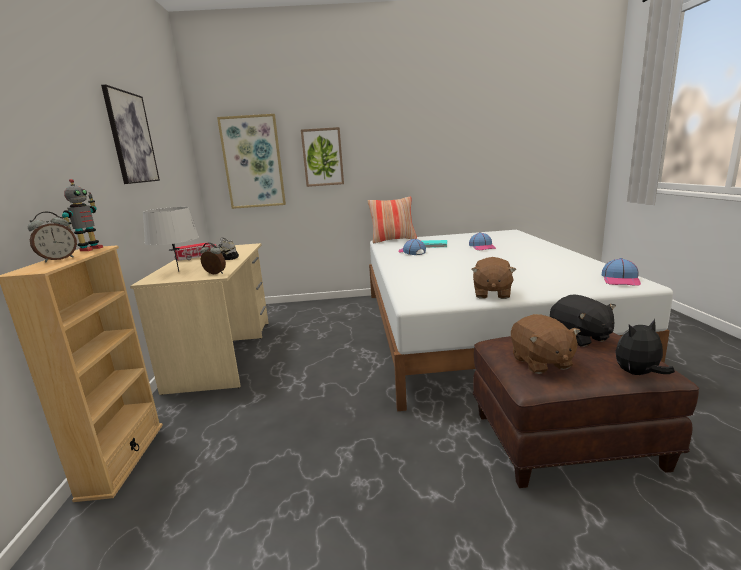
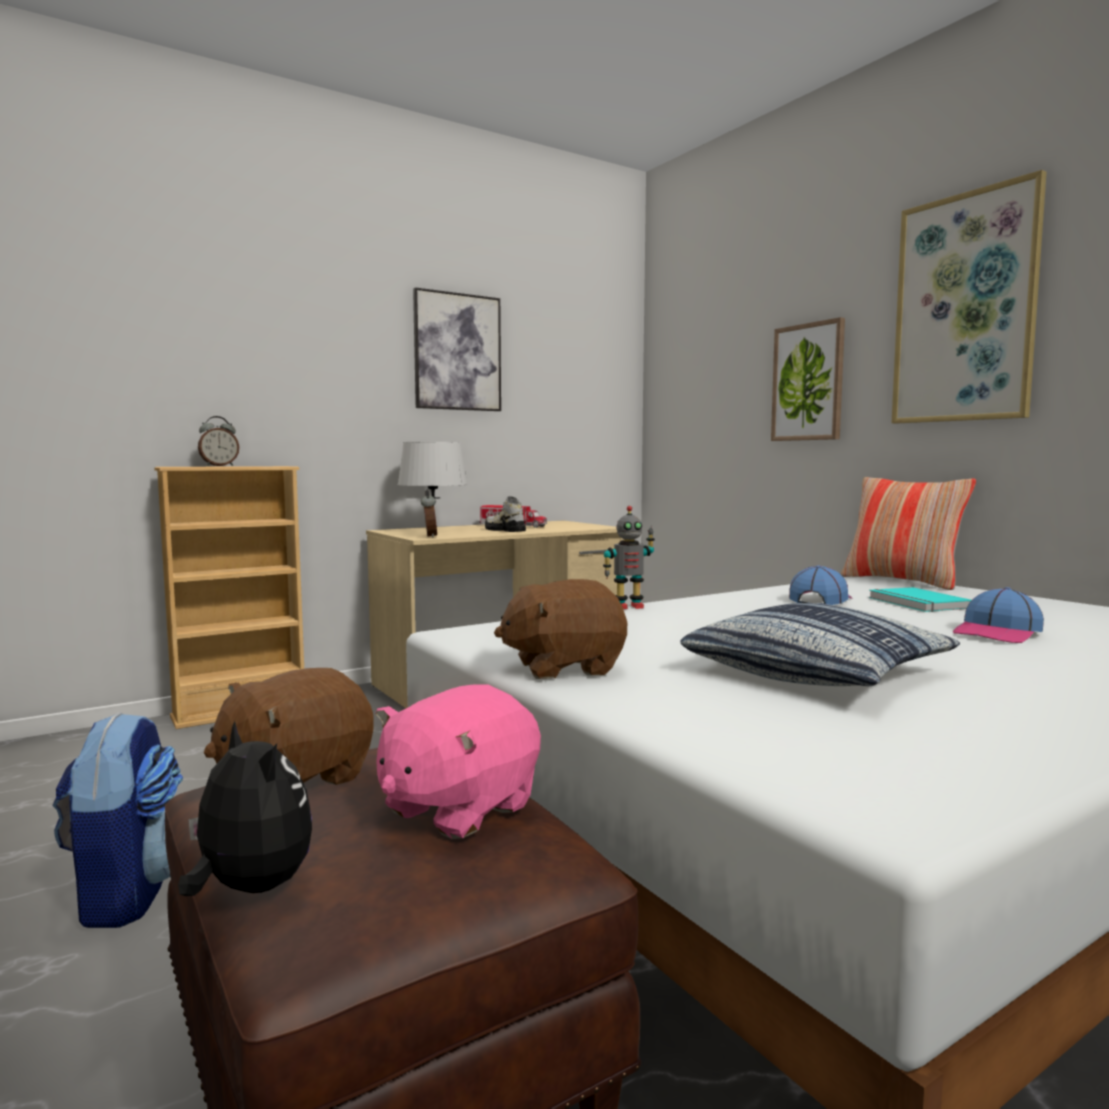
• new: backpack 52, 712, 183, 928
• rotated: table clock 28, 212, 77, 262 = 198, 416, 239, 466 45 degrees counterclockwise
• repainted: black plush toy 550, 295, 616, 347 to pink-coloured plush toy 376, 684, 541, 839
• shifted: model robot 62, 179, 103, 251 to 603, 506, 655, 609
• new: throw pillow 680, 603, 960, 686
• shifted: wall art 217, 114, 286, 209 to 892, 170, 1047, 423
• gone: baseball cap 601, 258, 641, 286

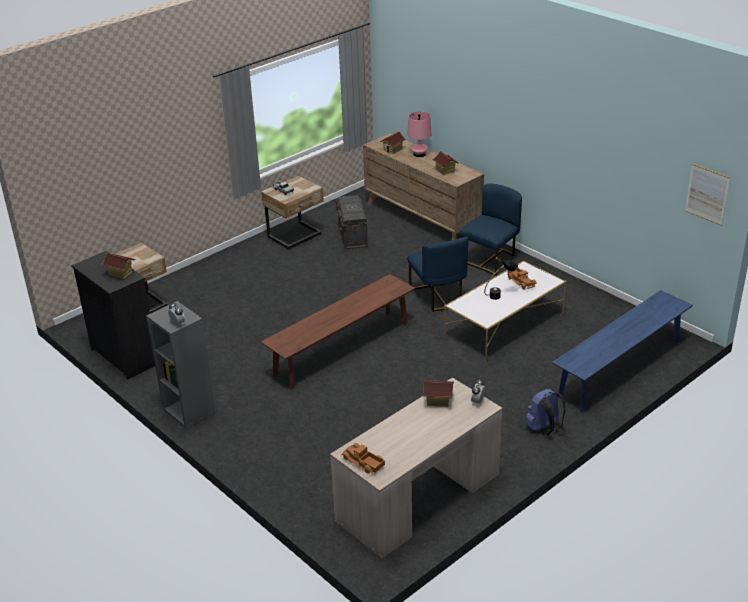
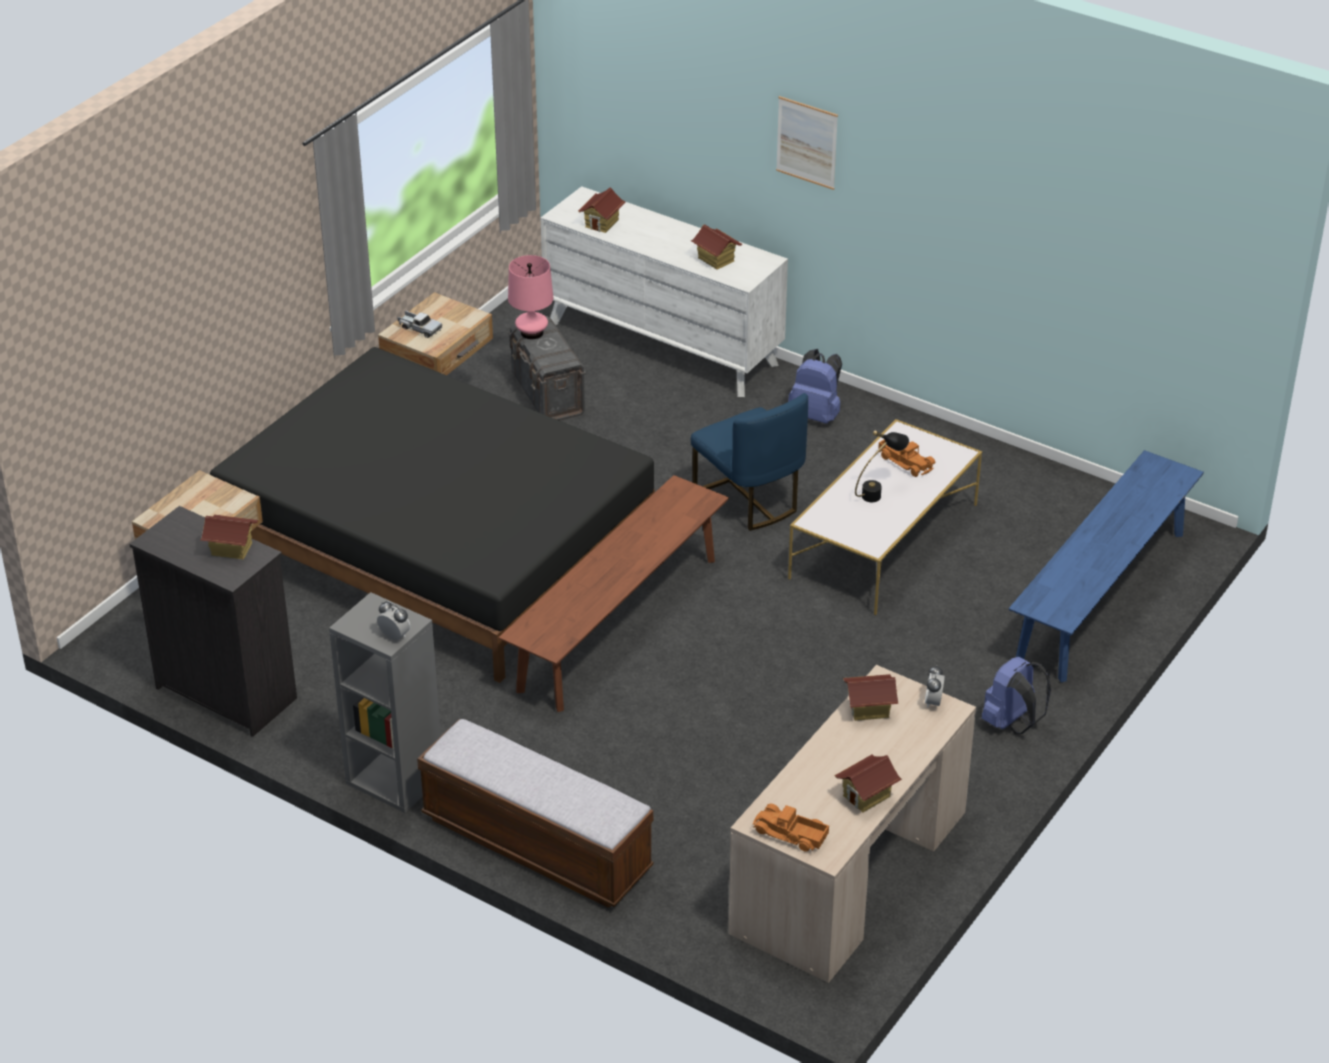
• new: black sleeping bed 210, 347, 655, 683
• new: long seat 417, 719, 654, 908
• shifted: pink-coloured table lamp 407, 111, 431, 157 to 508, 255, 553, 339
• repainted: brownish drawer chest 363, 133, 484, 240 to white-coloured drawer chest 541, 186, 788, 397
• shifted: wall art 685, 163, 730, 226 to 776, 96, 838, 190
• swapped: blue-coloured chair 459, 183, 522, 276 to blue-coloured backpack 788, 349, 842, 424
• new: toy house 834, 755, 902, 812

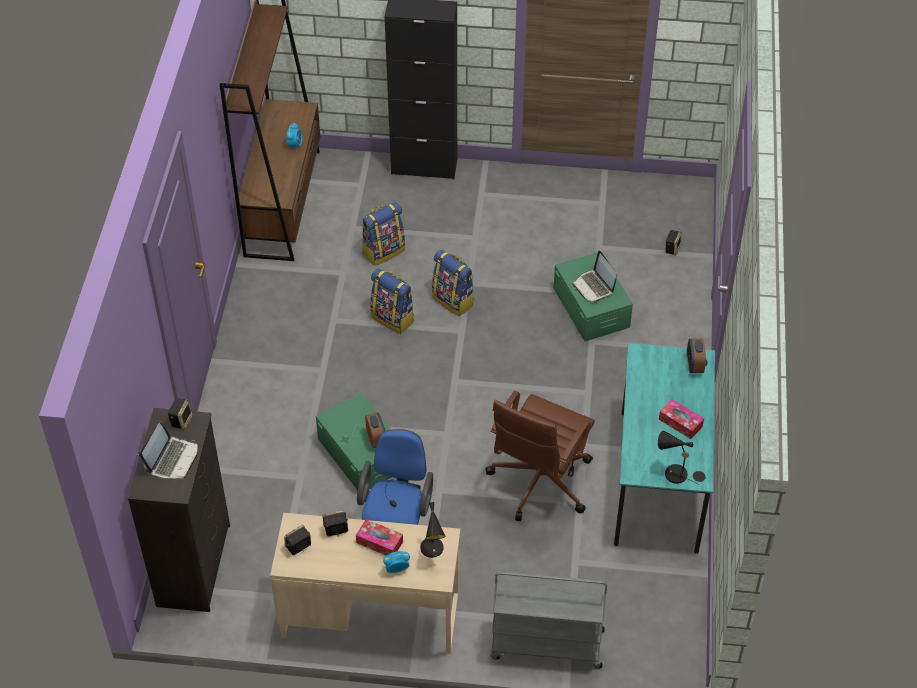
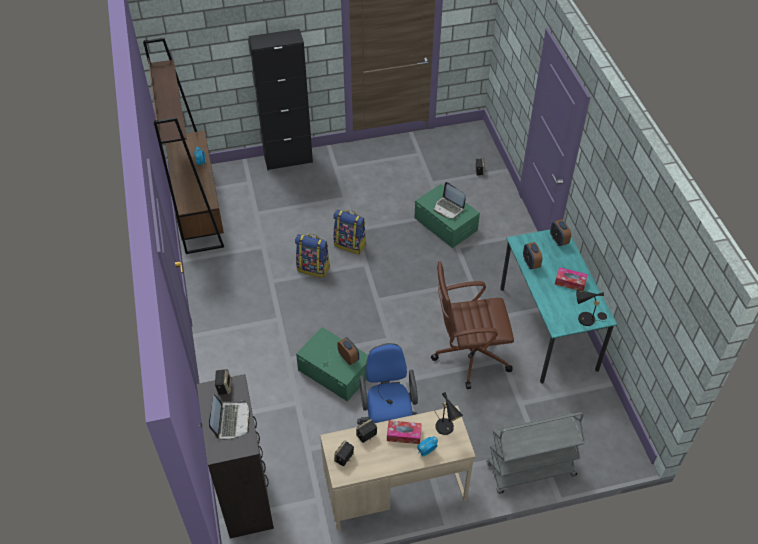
• rotated: brownish desk chair 485, 391, 595, 521 = 431, 261, 514, 389 75 degrees clockwise
• new: table clock 523, 242, 542, 270
• gone: backpack 362, 202, 405, 266

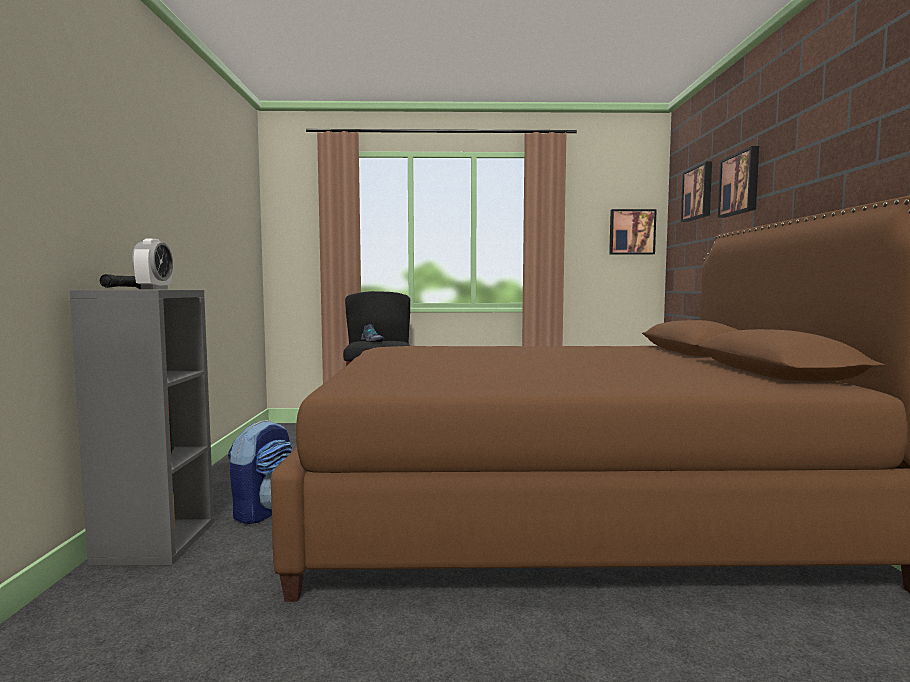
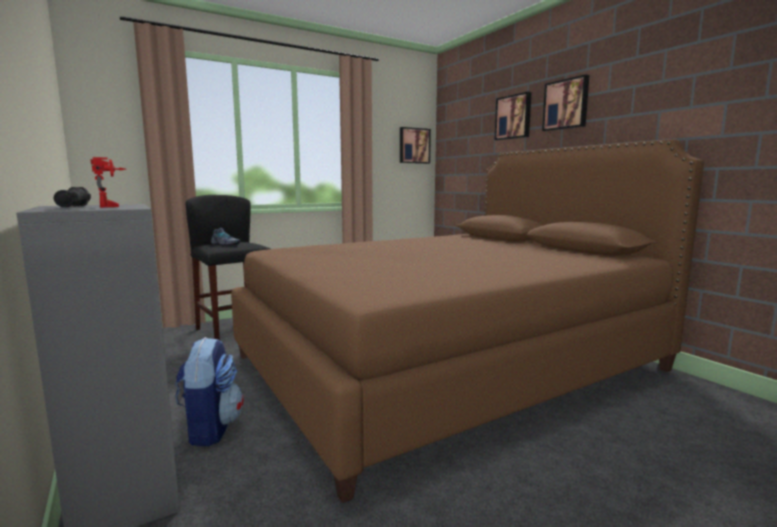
• swapped: table clock 132, 239, 173, 289 to model robot 90, 157, 126, 207
• shifted: wall art 681, 162, 712, 222 to 542, 74, 589, 131

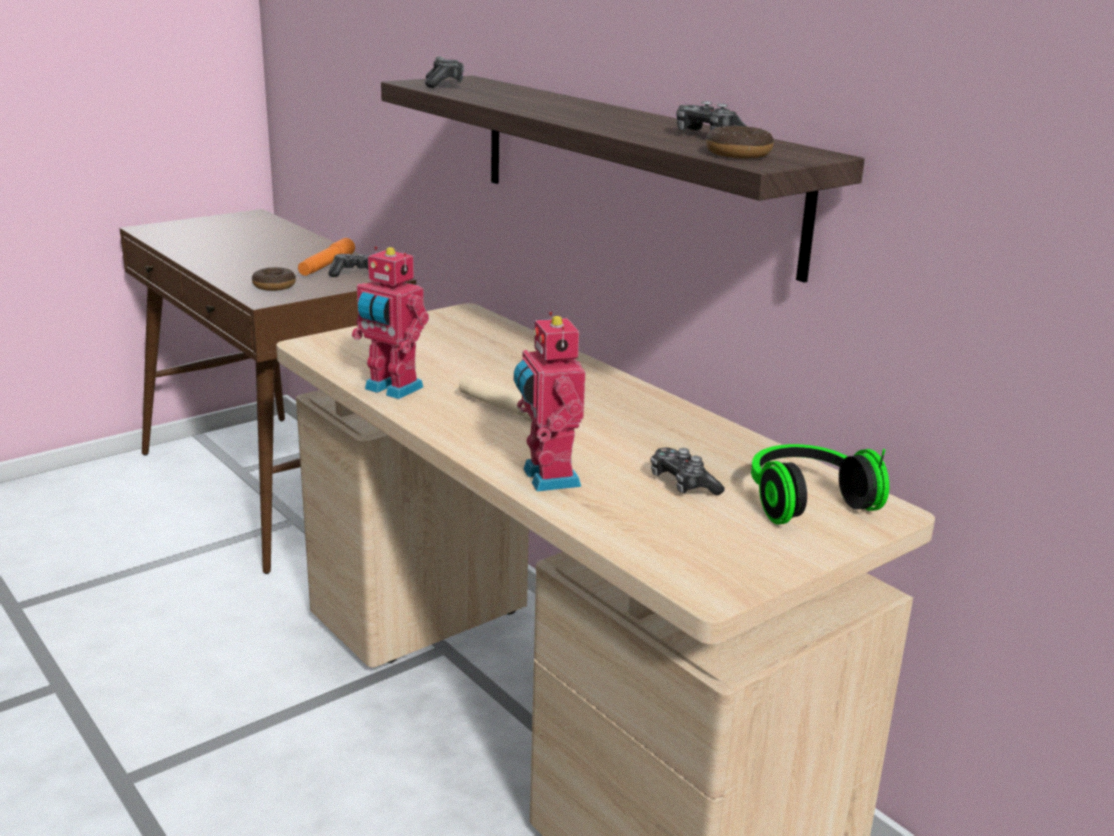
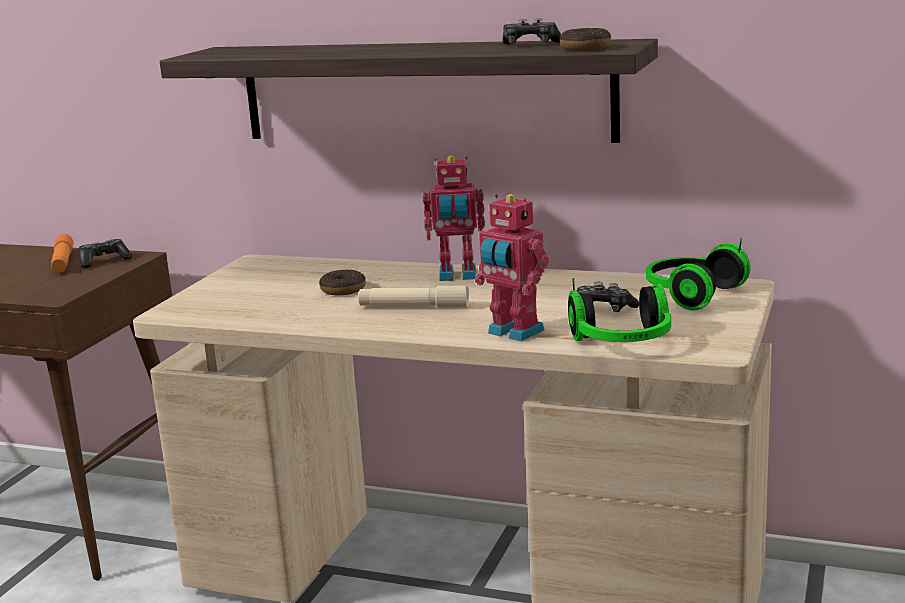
• shifted: doughnut 252, 267, 296, 291 to 319, 270, 366, 295
• shifted: model robot 352, 247, 429, 399 to 423, 155, 485, 281
• new: headset 568, 278, 671, 342
• gone: game controller 425, 56, 464, 88

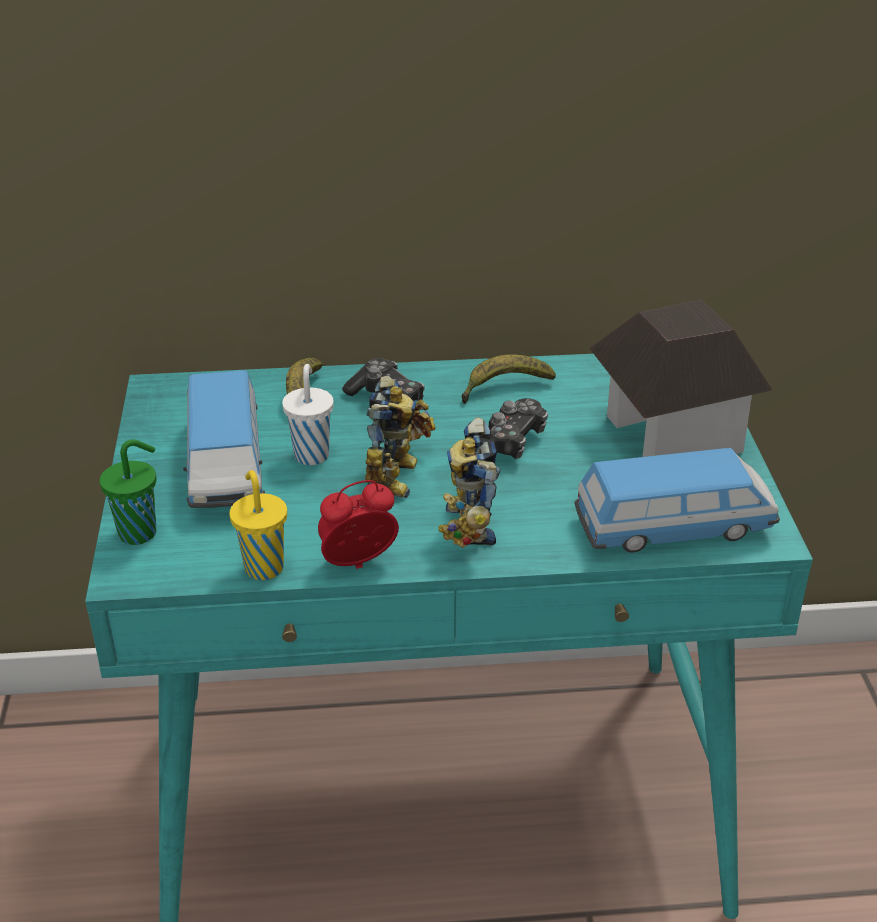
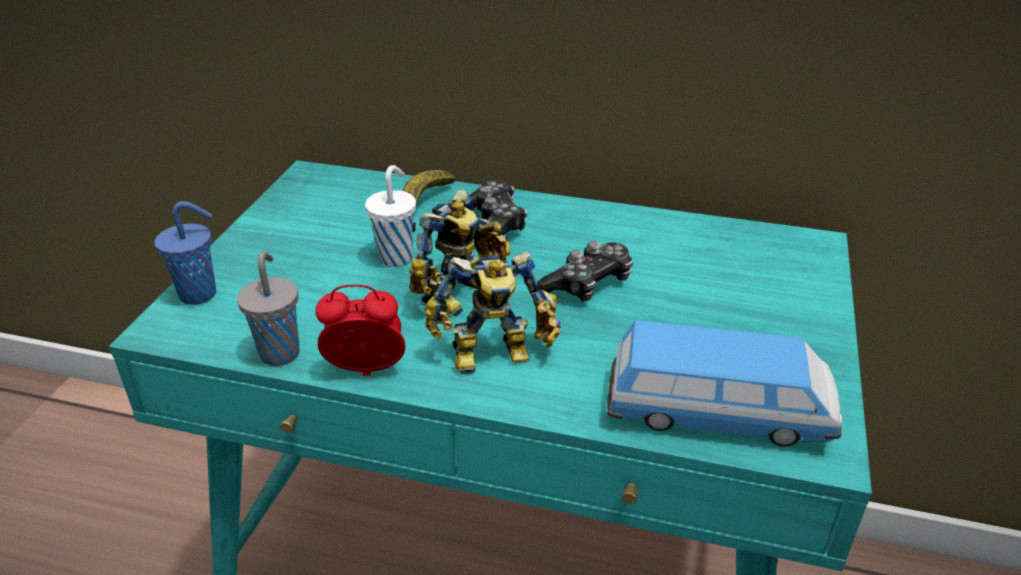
• repainted: green-coloured drinking cup 100, 440, 156, 545 to blue-coloured drinking cup 154, 201, 216, 305
• repainted: yellow-coloured drinking cup 230, 470, 287, 580 to greyish drinking cup 237, 251, 300, 366
• rotated: model robot 438, 417, 501, 548 = 424, 251, 560, 375 120 degrees counterclockwise
• gone: model car 183, 370, 265, 508
• gone: whole banana 462, 354, 556, 404
• gone: toy house 589, 299, 772, 457

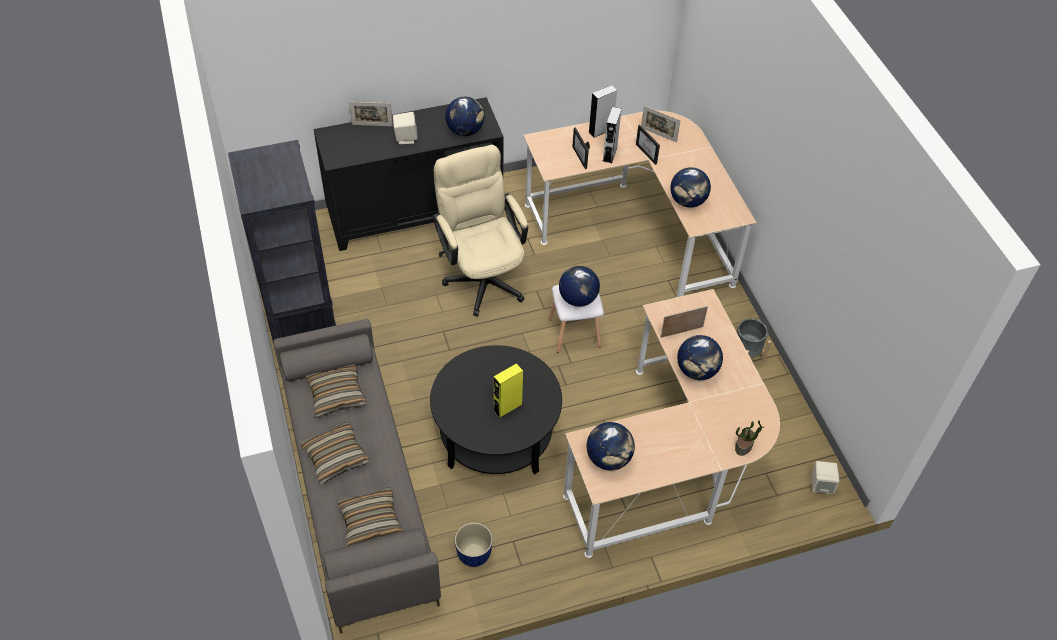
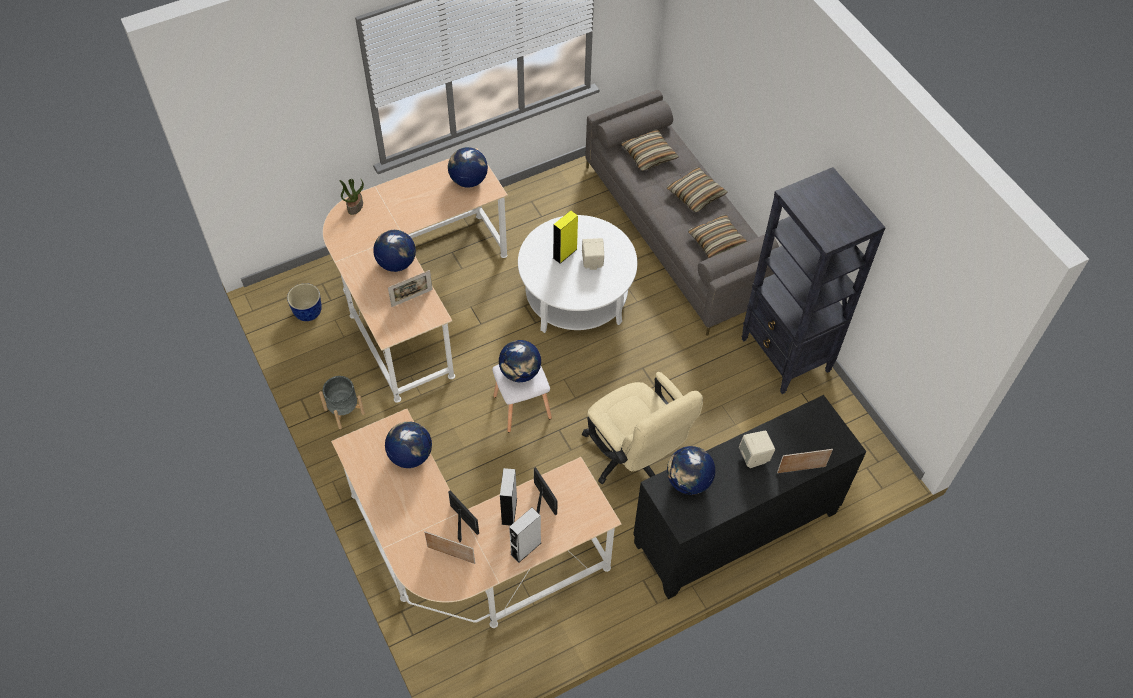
• shifted: planter 455, 522, 493, 567 to 287, 283, 322, 321
• repainted: black coffee table 430, 345, 562, 475 to white-coloured coffee table 518, 215, 637, 333
• shifted: beige audio speaker 812, 461, 839, 494 to 582, 238, 604, 270

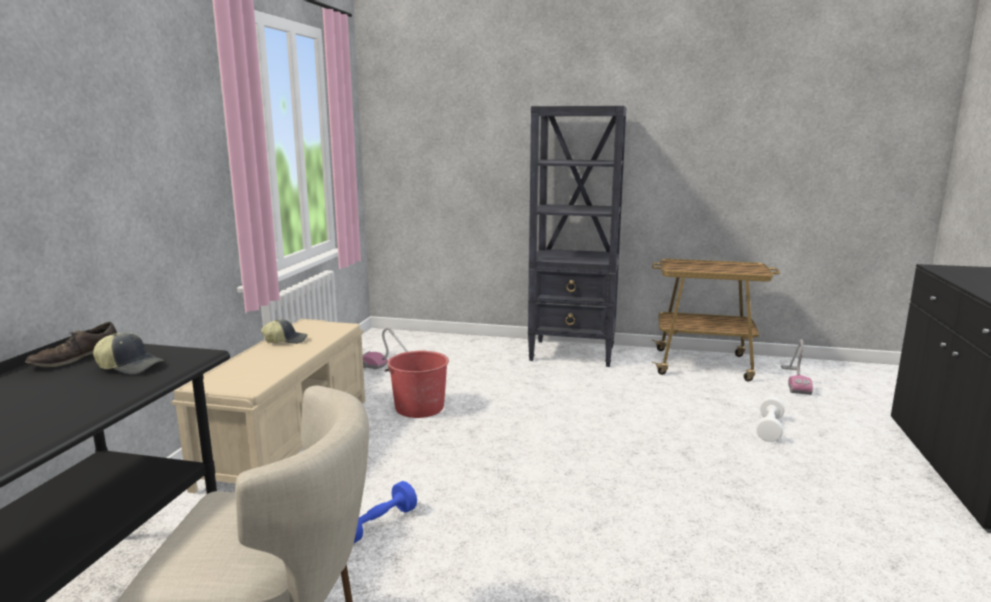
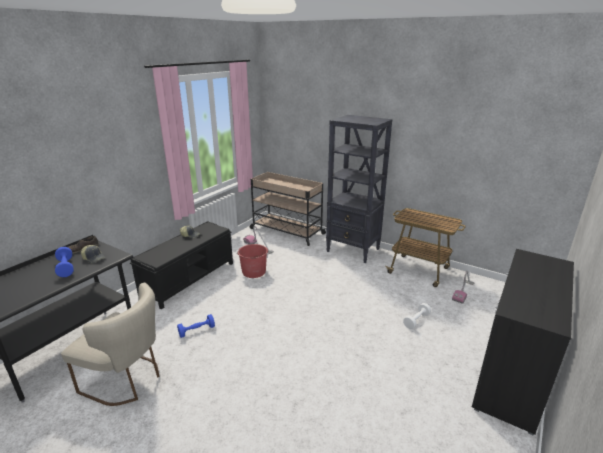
• new: blue-coloured free weight 55, 247, 73, 277
• repainted: beige long seat 172, 319, 365, 493 to black long seat 130, 221, 233, 309
• new: beige cart 250, 172, 327, 246

